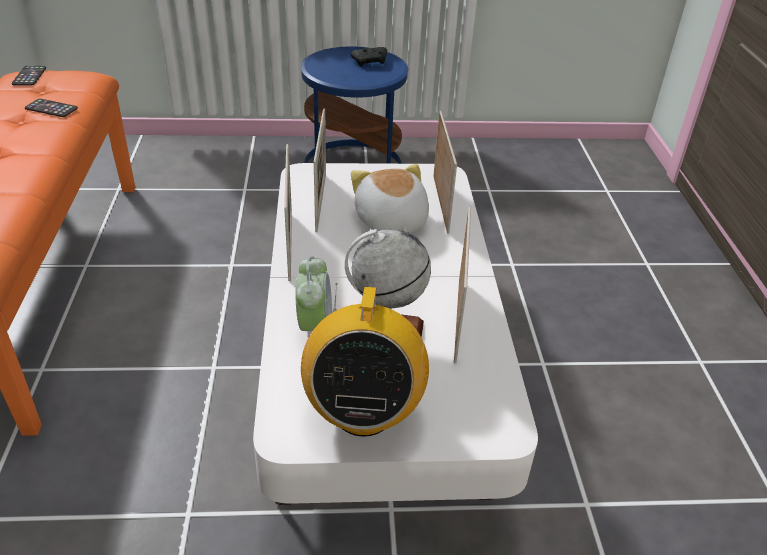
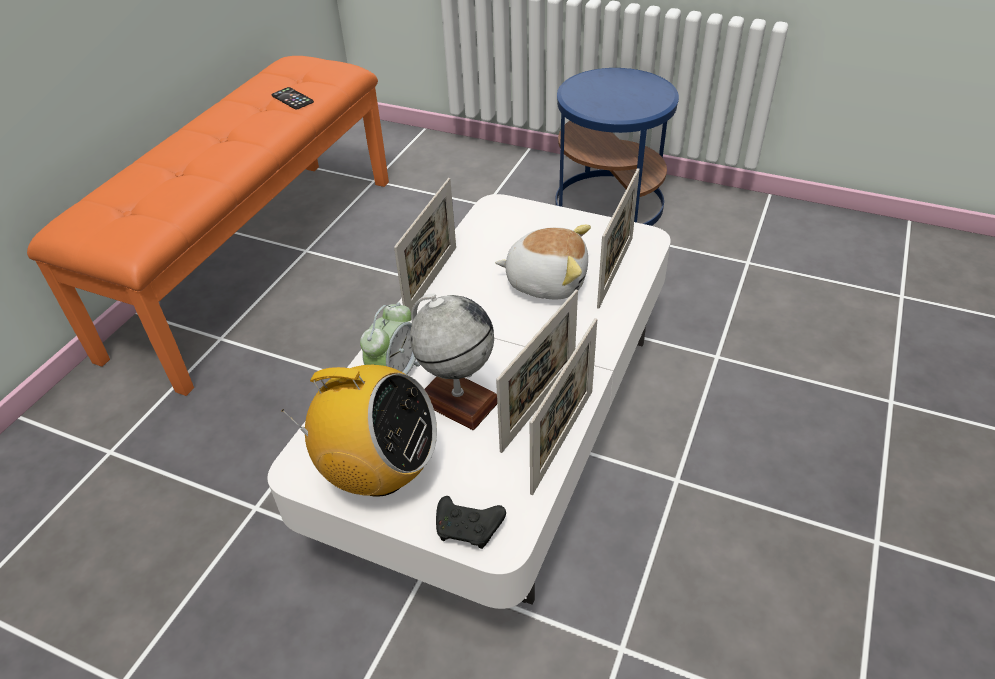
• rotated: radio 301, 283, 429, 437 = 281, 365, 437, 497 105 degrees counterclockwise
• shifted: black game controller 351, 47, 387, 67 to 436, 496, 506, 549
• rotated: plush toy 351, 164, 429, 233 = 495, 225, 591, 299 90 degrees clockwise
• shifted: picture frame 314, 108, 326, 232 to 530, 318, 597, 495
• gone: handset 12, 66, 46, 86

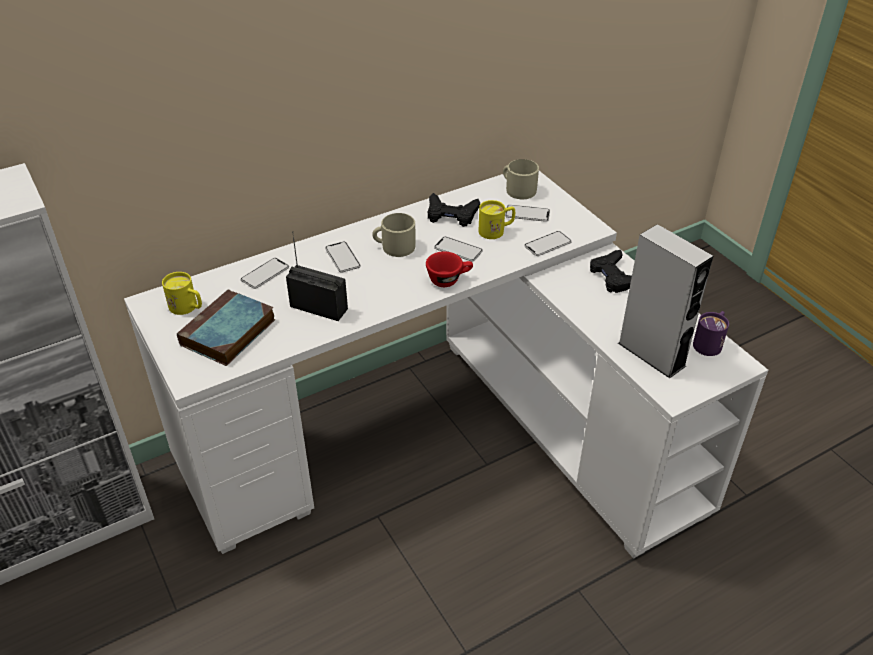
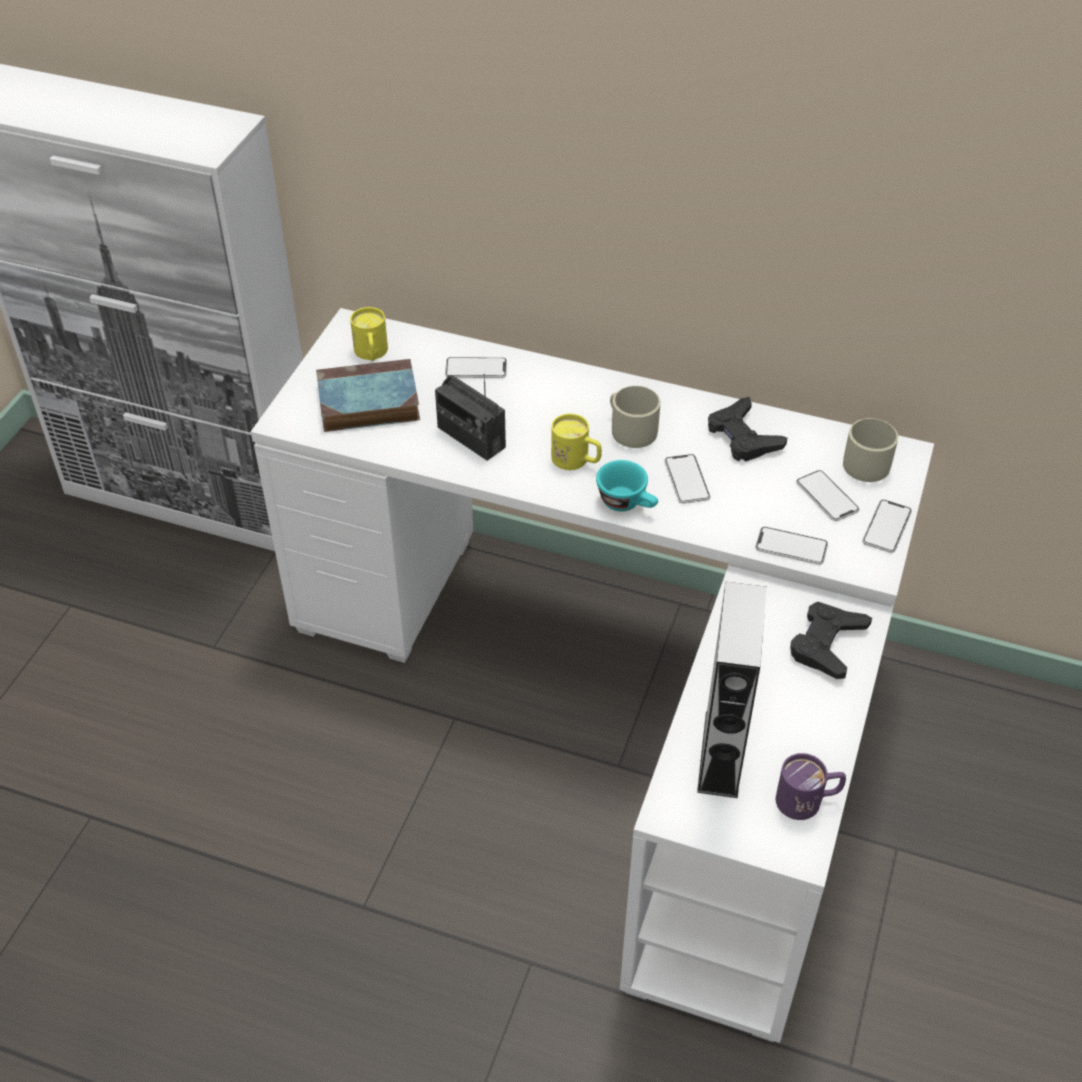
• rotated: radio 286, 231, 348, 321 = 435, 374, 506, 461 150 degrees clockwise
• shifted: yellow-coloured coffee mug 479, 200, 515, 239 to 551, 413, 602, 470
• repainted: red drinking cup 426, 252, 473, 287 to turquoise-coloured drinking cup 596, 460, 658, 511
• shifted: handset 325, 242, 361, 272 to 862, 500, 912, 553

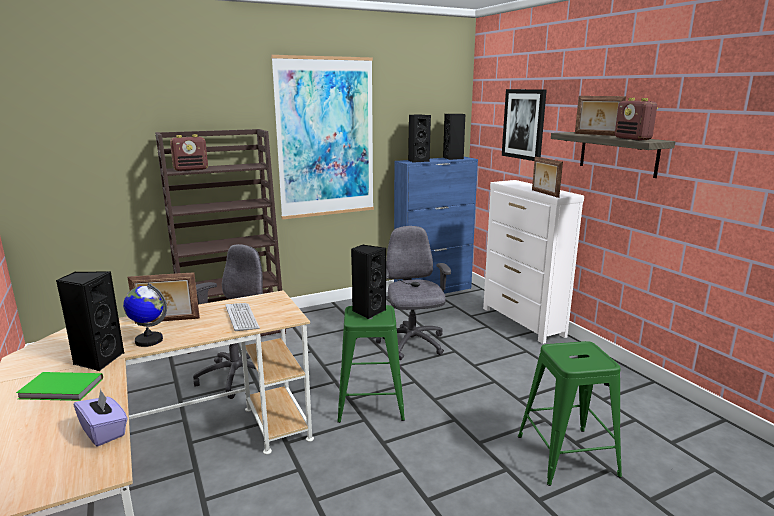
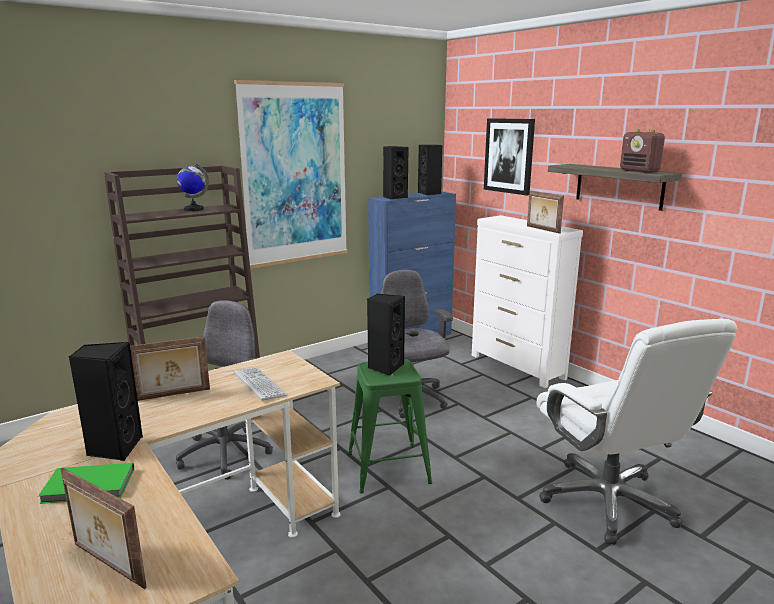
• shifted: picture frame 575, 96, 626, 136 to 61, 468, 147, 589
• shifted: globe 123, 283, 167, 347 to 177, 163, 209, 211
• swapped: green-coloured sitting stool 518, 341, 622, 486 to white-coloured desk chair 536, 319, 737, 545
• gone: purple tissue holder 74, 389, 128, 446
• gone: radio 170, 134, 208, 171

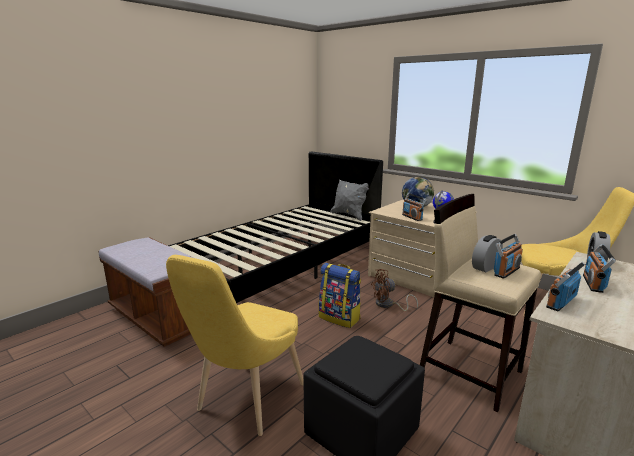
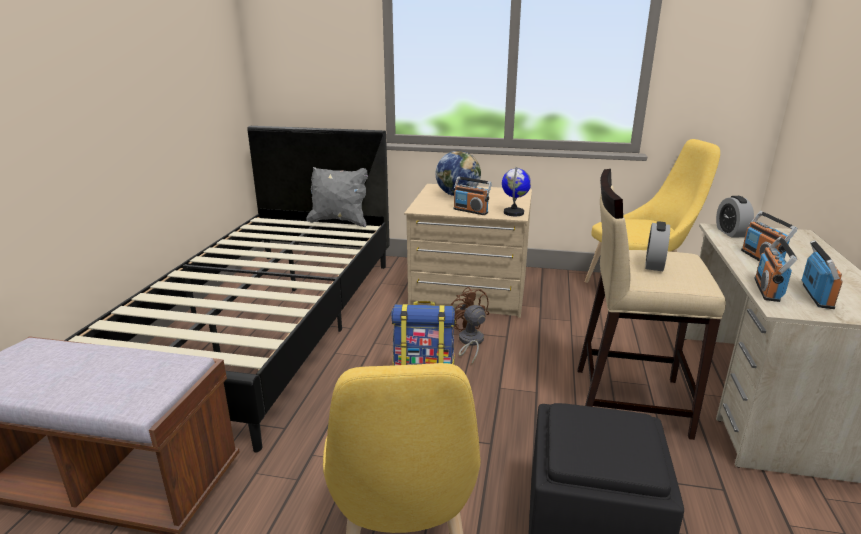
• rotated: brownish fan 371, 269, 418, 311 = 449, 287, 489, 365 105 degrees clockwise
• shifted: radio 494, 234, 523, 279 to 802, 240, 843, 309

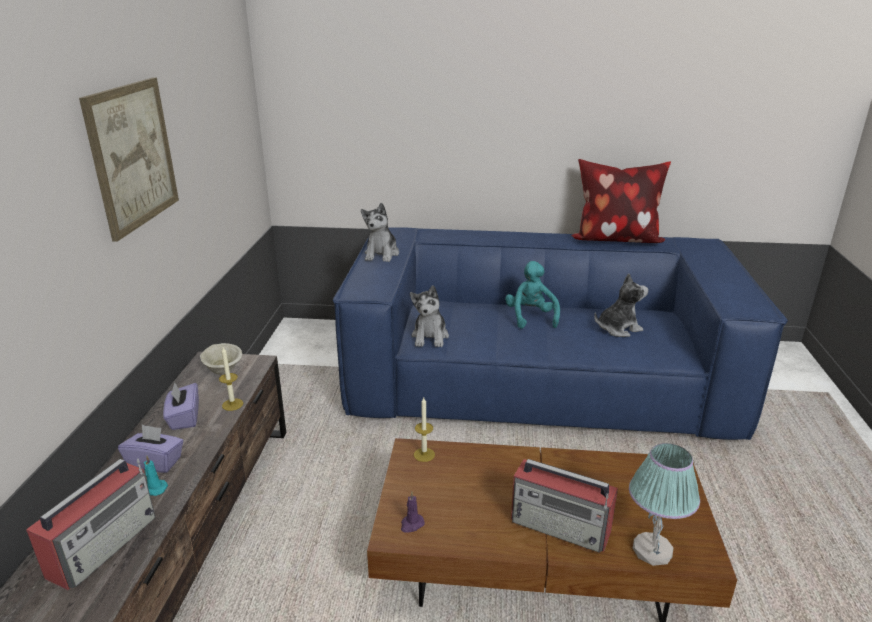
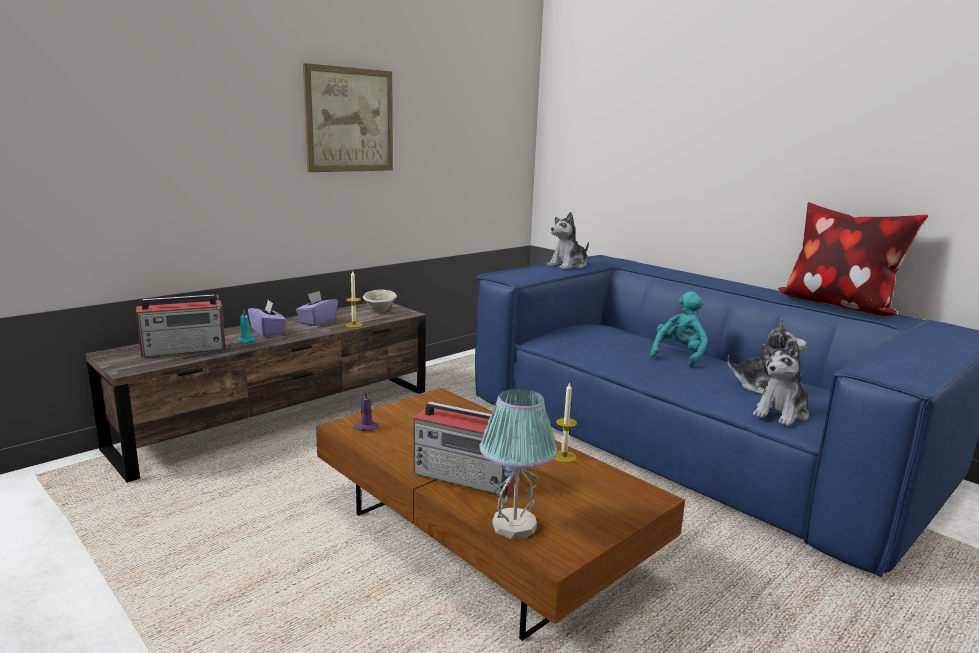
• rotated: radio 511, 459, 618, 553 = 413, 401, 515, 495 45 degrees counterclockwise
• shifted: candle 414, 397, 435, 462 to 554, 382, 577, 463
• shifted: plush toy 410, 286, 449, 347 to 753, 341, 809, 426

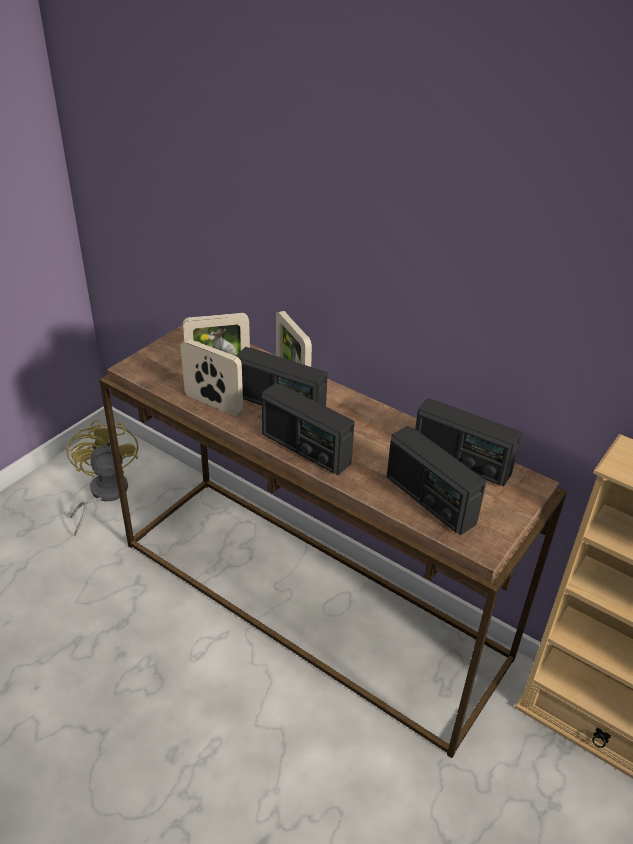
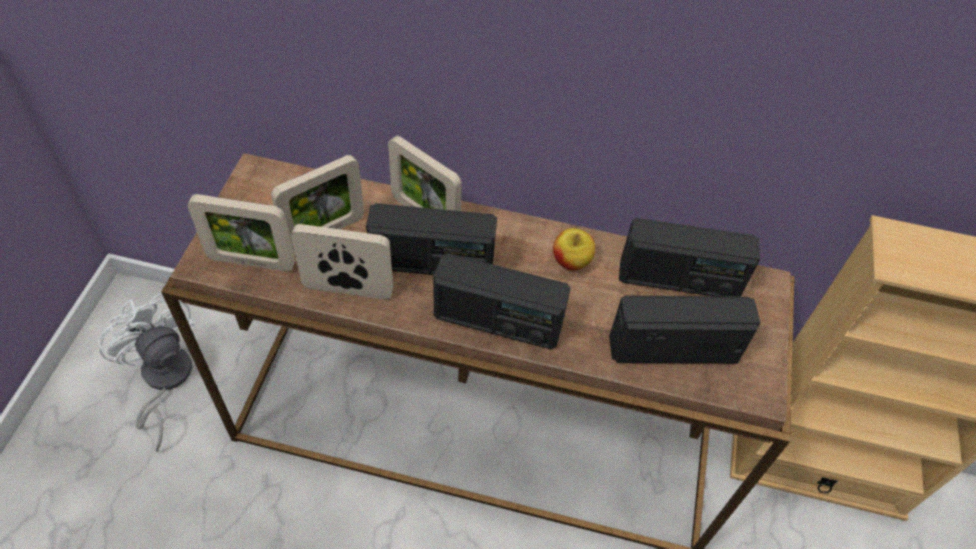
• repainted: yellow-coloured fan 66, 419, 138, 537 to white-coloured fan 98, 293, 194, 452
• new: picture frame 187, 194, 295, 271
• new: apple fruit 553, 228, 595, 270
• rotated: radio 387, 426, 487, 535 = 609, 295, 760, 364 150 degrees clockwise

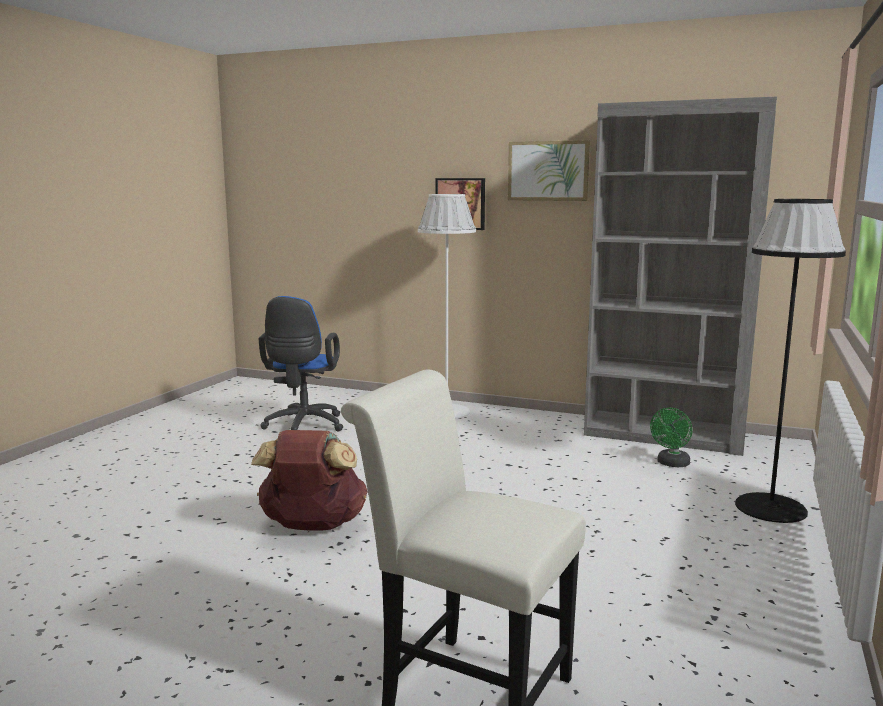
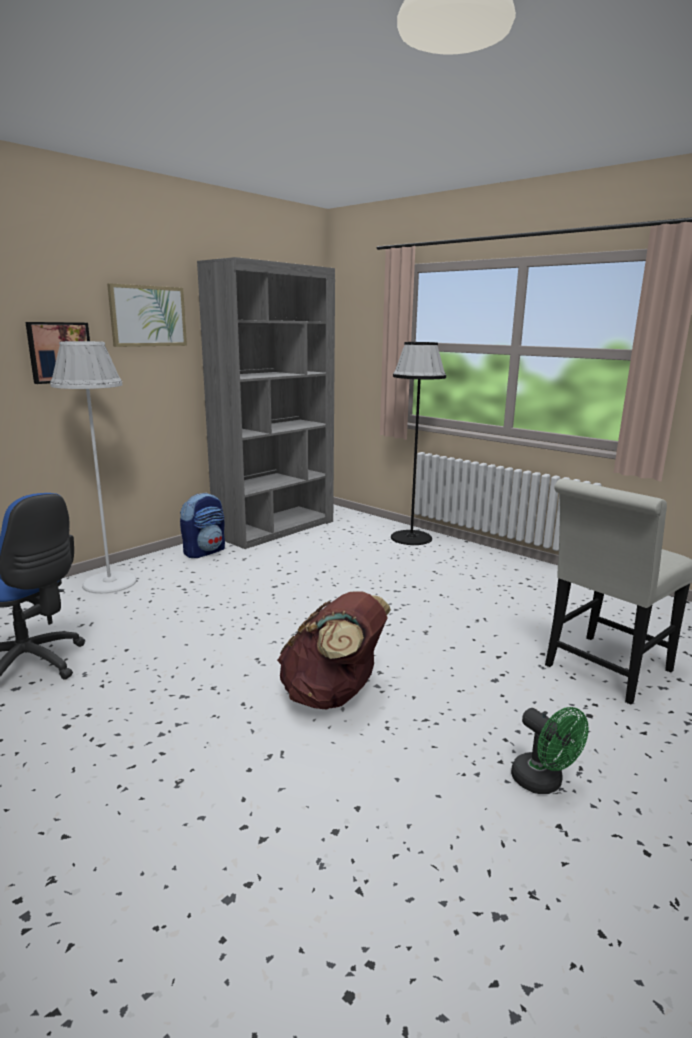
• new: backpack 180, 493, 225, 558
• shifted: green-coloured fan 650, 408, 693, 467 to 511, 707, 589, 794

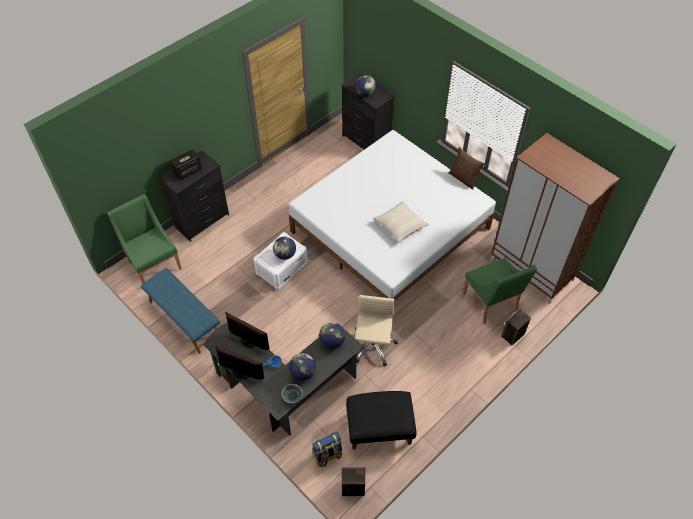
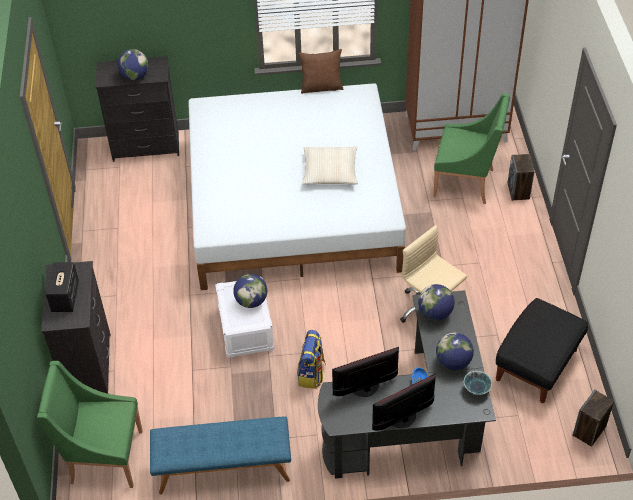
• shifted: backpack 312, 432, 342, 467 to 297, 330, 326, 389

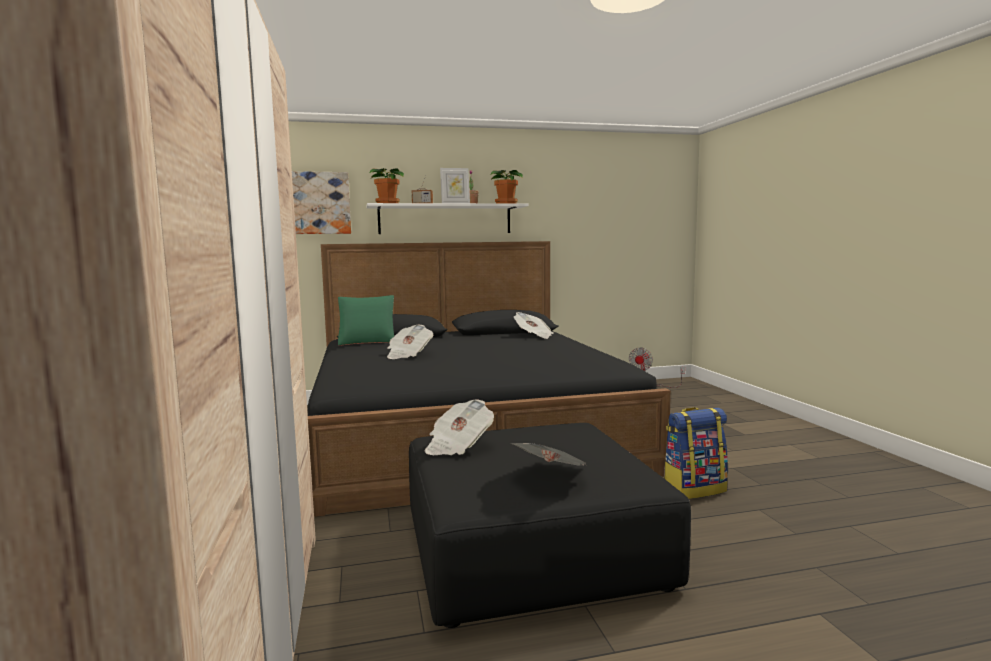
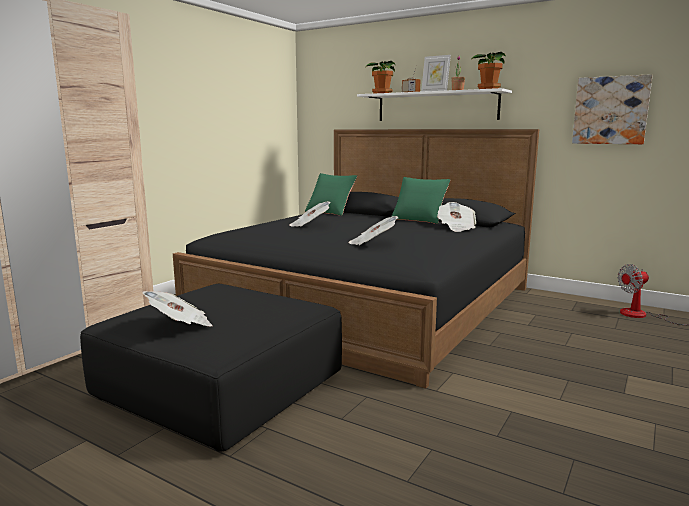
• shifted: printed paper 425, 399, 494, 455 to 349, 216, 398, 245
• new: green-coloured throw pillow 392, 177, 450, 224
• shifted: wall art 292, 171, 351, 234 to 572, 74, 653, 144
• gone: backpack 664, 407, 728, 499

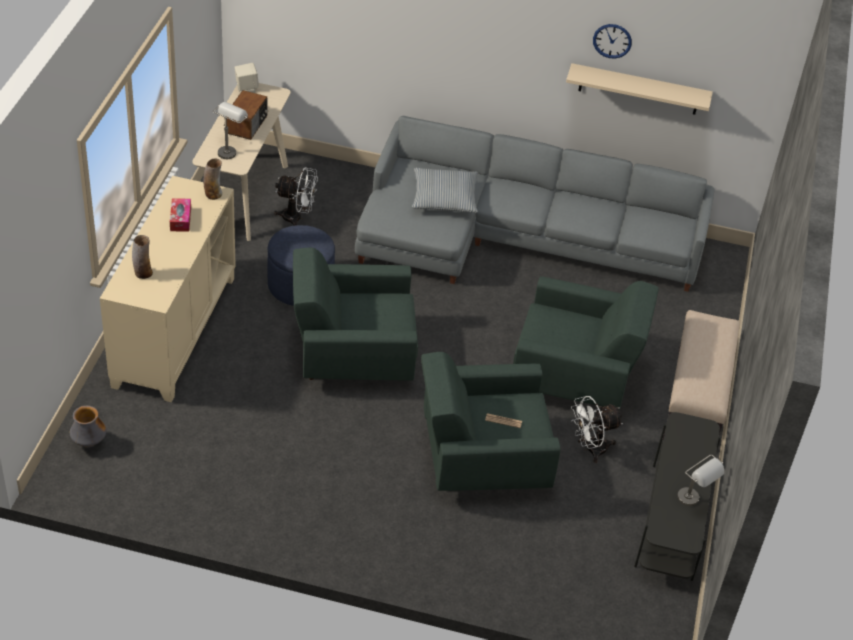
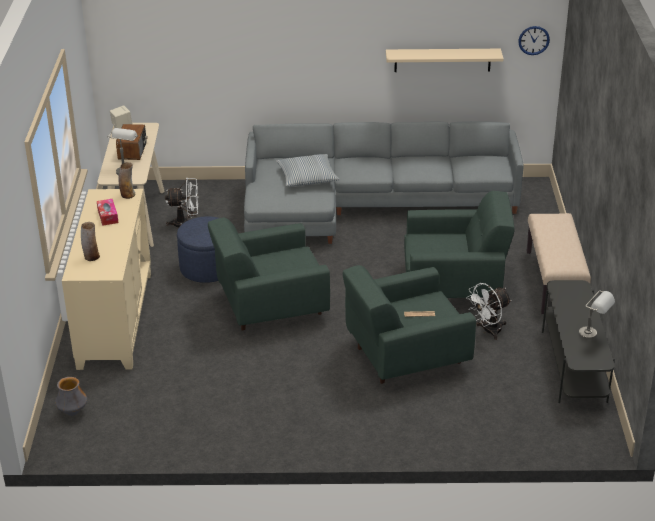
• shifted: wall clock 593, 24, 632, 59 to 518, 26, 550, 55

